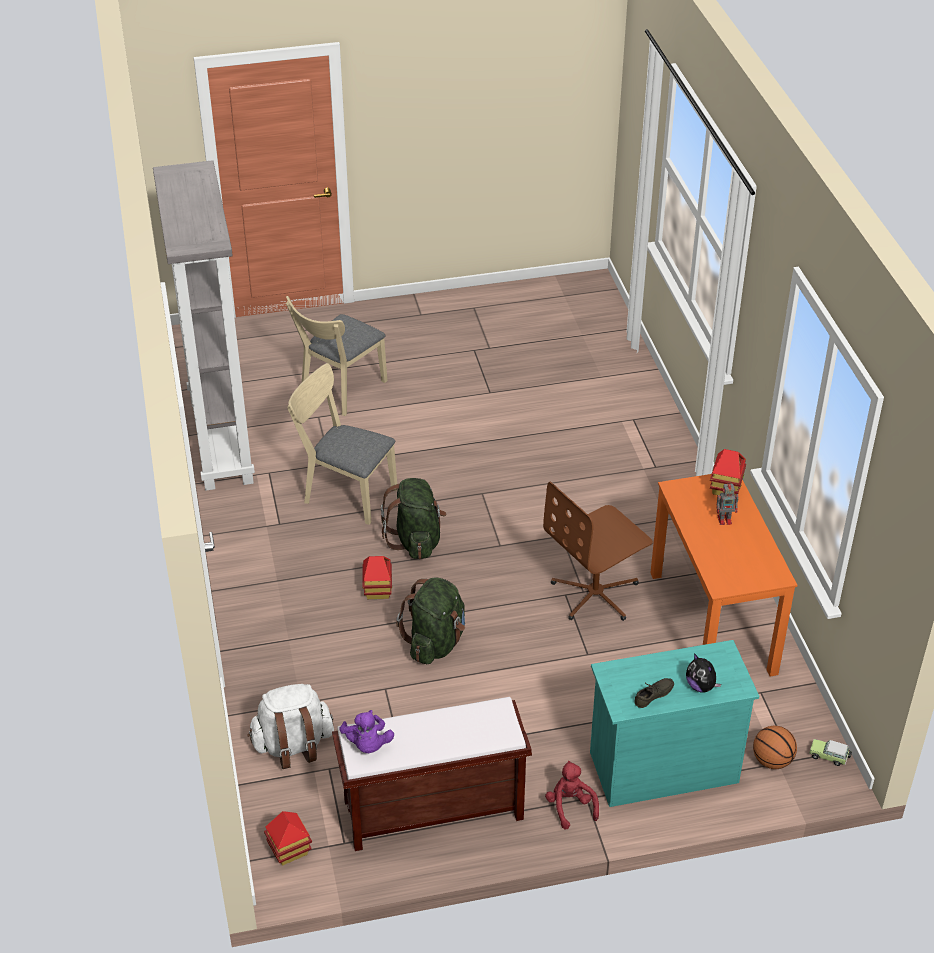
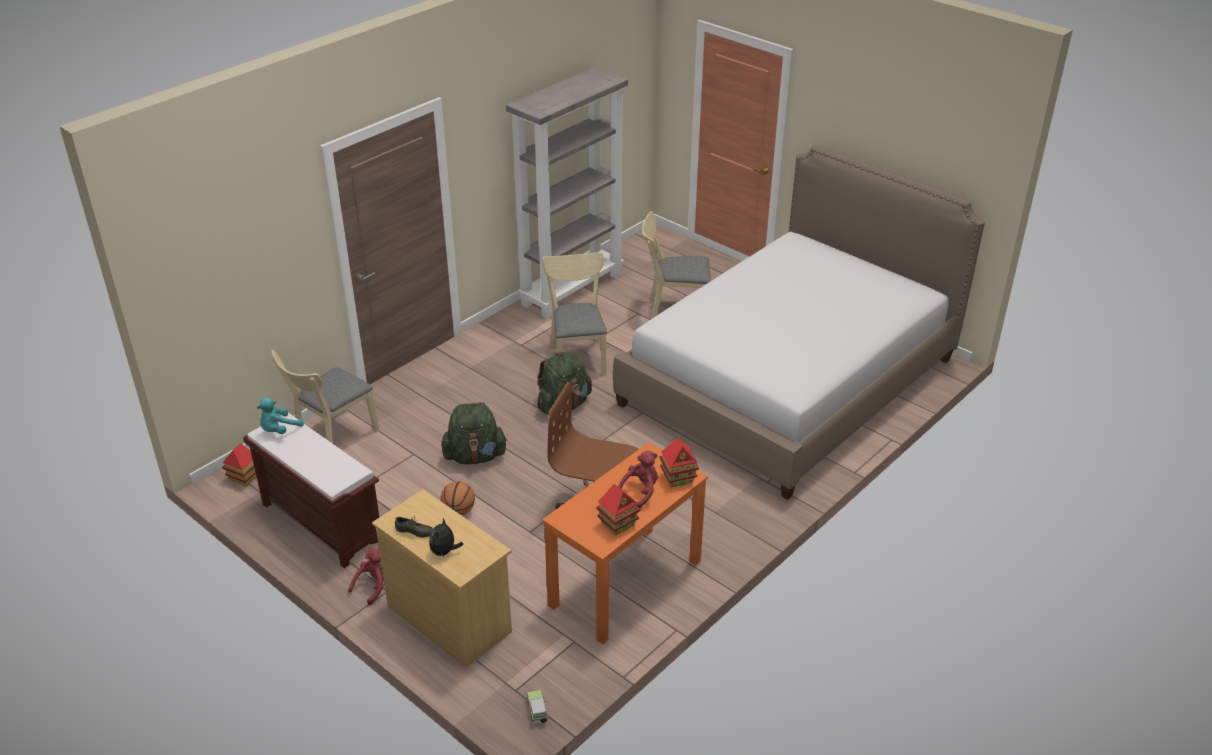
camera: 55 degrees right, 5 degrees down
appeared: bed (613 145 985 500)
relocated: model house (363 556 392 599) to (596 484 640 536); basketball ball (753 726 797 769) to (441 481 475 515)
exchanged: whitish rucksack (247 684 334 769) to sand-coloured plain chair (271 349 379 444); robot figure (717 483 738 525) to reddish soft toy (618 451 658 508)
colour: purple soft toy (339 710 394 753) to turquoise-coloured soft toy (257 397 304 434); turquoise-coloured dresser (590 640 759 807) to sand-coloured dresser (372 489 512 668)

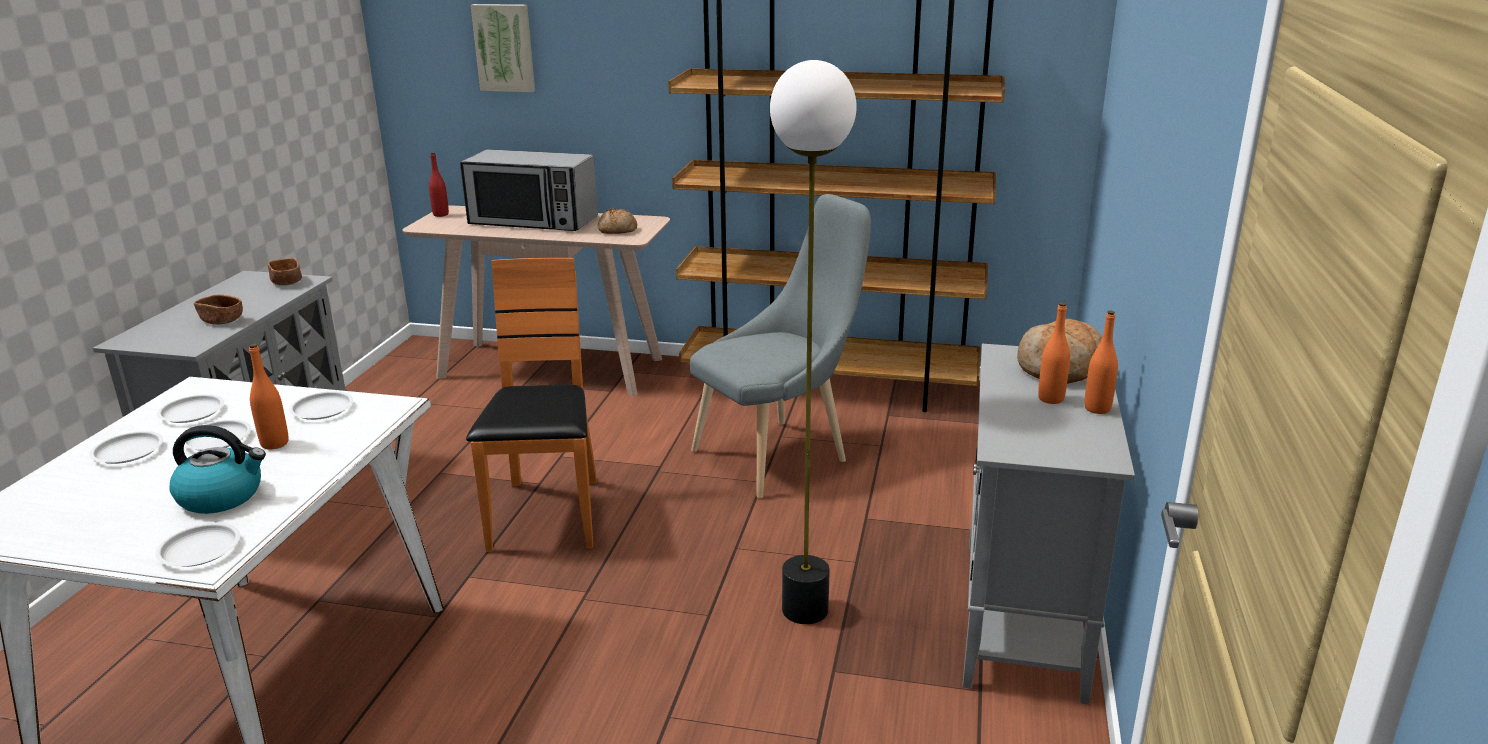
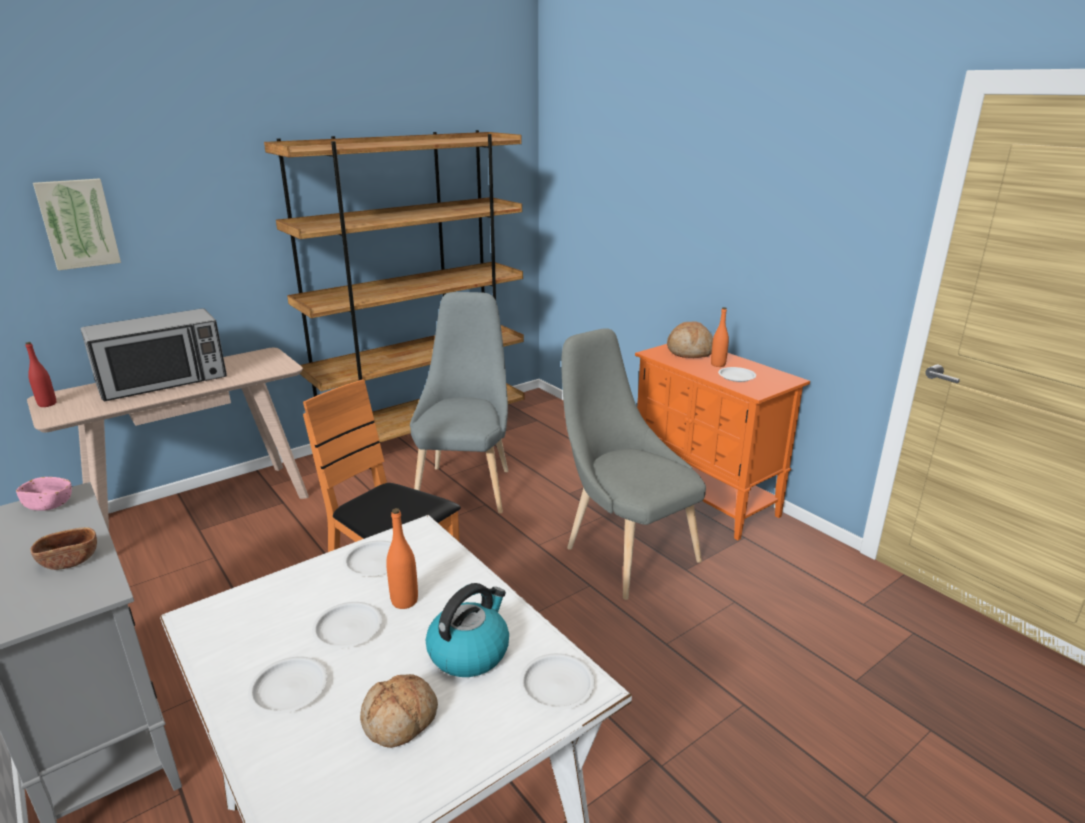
camera: 50 degrees left, 0 degrees up
missing: orange drink bottle (1084 310 1118 414)
relocated: whitish dinner plate (157 394 224 423) to (718 367 756 382); bread (598 208 637 234) to (360 674 438 748)
exchanged: floor lamp (770 60 857 624) to grey plain chair (561 328 706 600)
colour: brown-coloured deep dish (268 258 302 285) to pink deep dish (16 477 72 511); grey cabinet (962 344 1135 705) to orange cabinet (635 344 810 540)

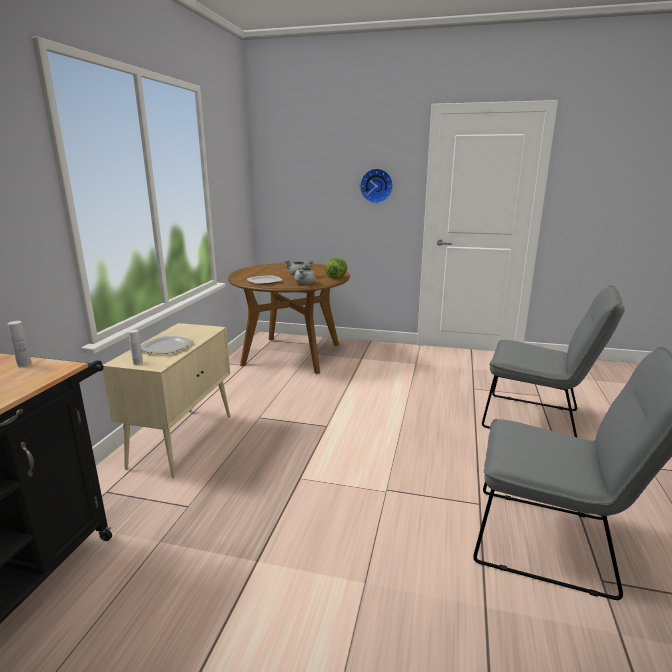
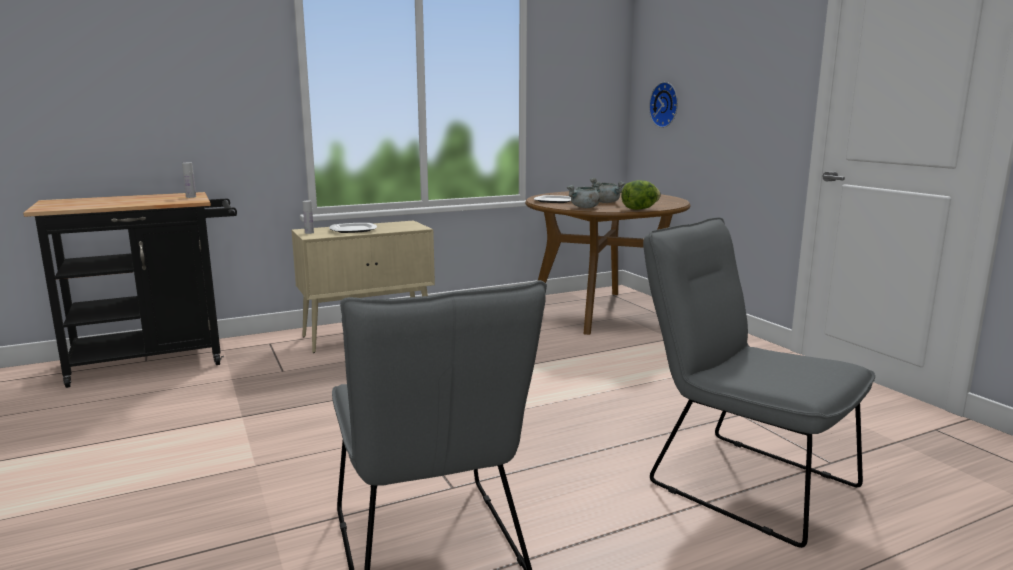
camera: 50 degrees right, 5 degrees down
relocated: clock on the wall (360 168 393 204) to (649 82 678 128)
spun: grey plain chair (482 285 625 437) = (643 217 875 548) 150 degrees clockwise

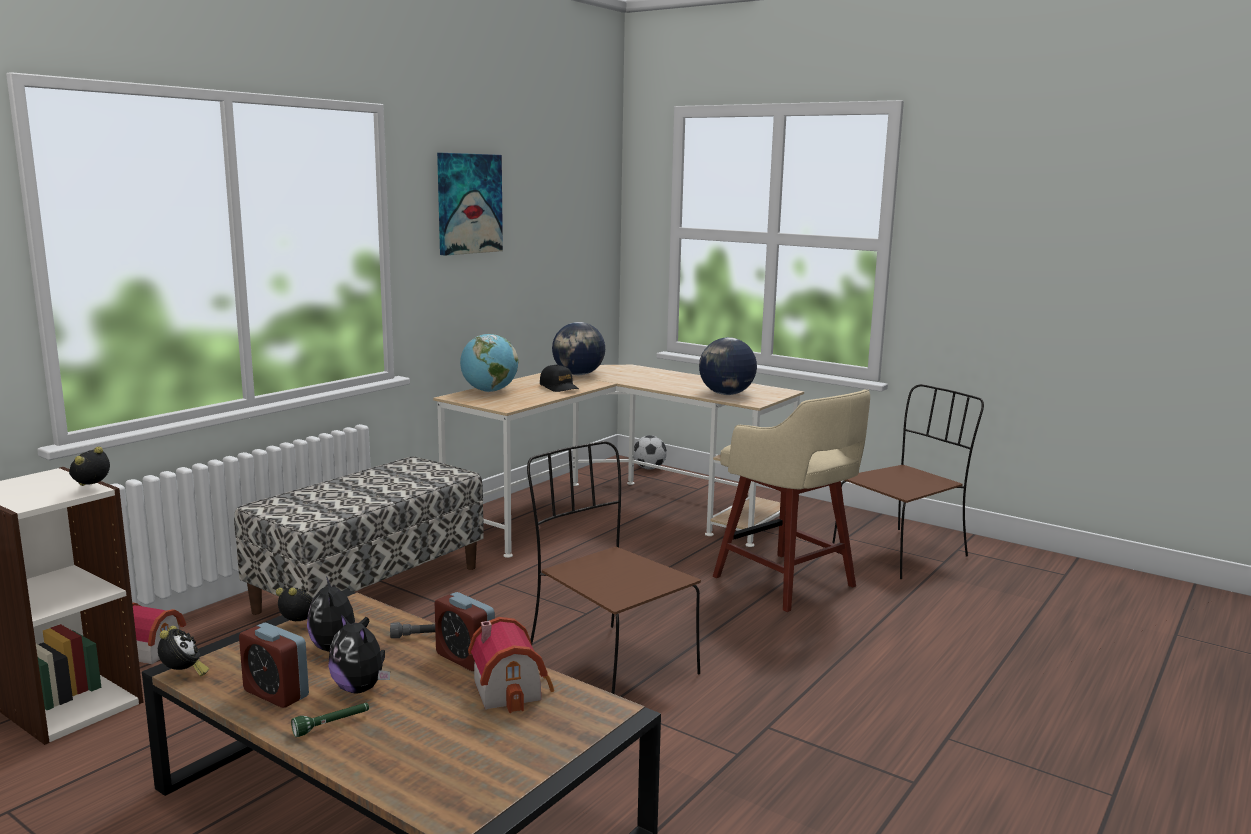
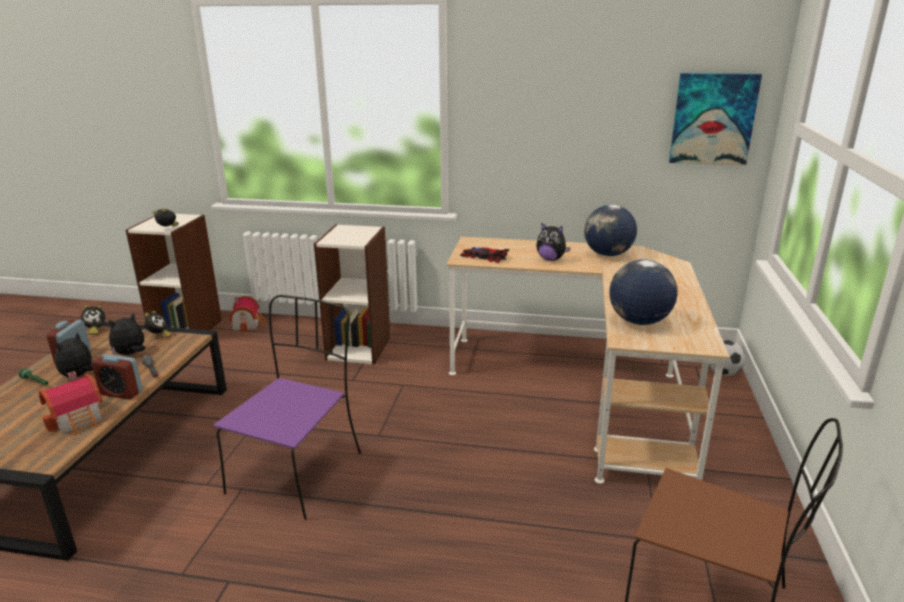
camera: 65 degrees right, 10 degrees up
missing: world globe (460 334 518 392); sand-coloured stool (713 389 870 612)
appeared: model car (460 247 509 263)
relocated: wall art (437 153 503 256) to (669 73 762 165)
exchanged: bench (234 456 484 615) to bookshelf (314 224 390 365); black-coloured baseball cap (540 364 579 392) to soft toy (536 223 571 261)
colour: brown-coloured plain chair (527 441 701 694) to purple plain chair (214 295 361 520)
spun: alarm clock (435 592 495 671) = (92 354 143 399) 90 degrees counterclockwise

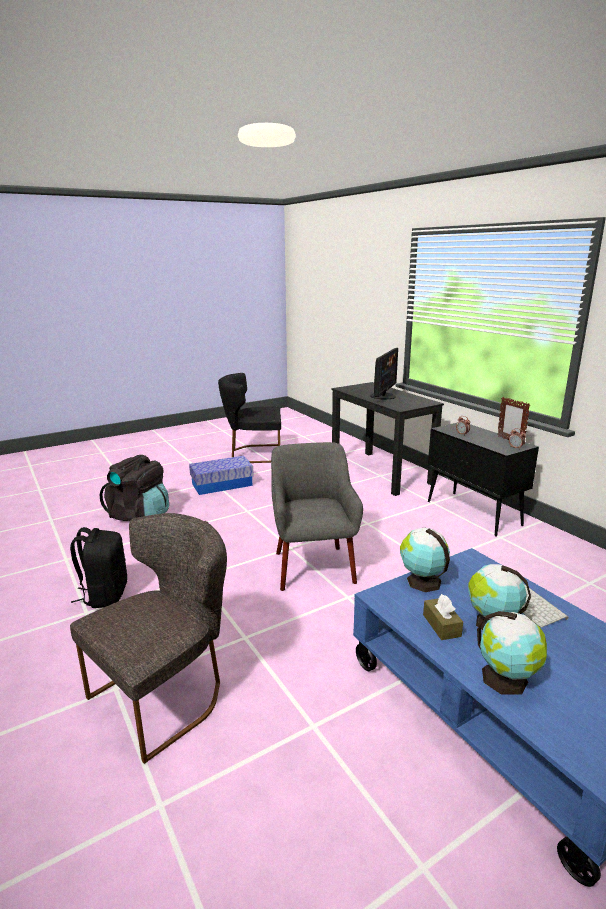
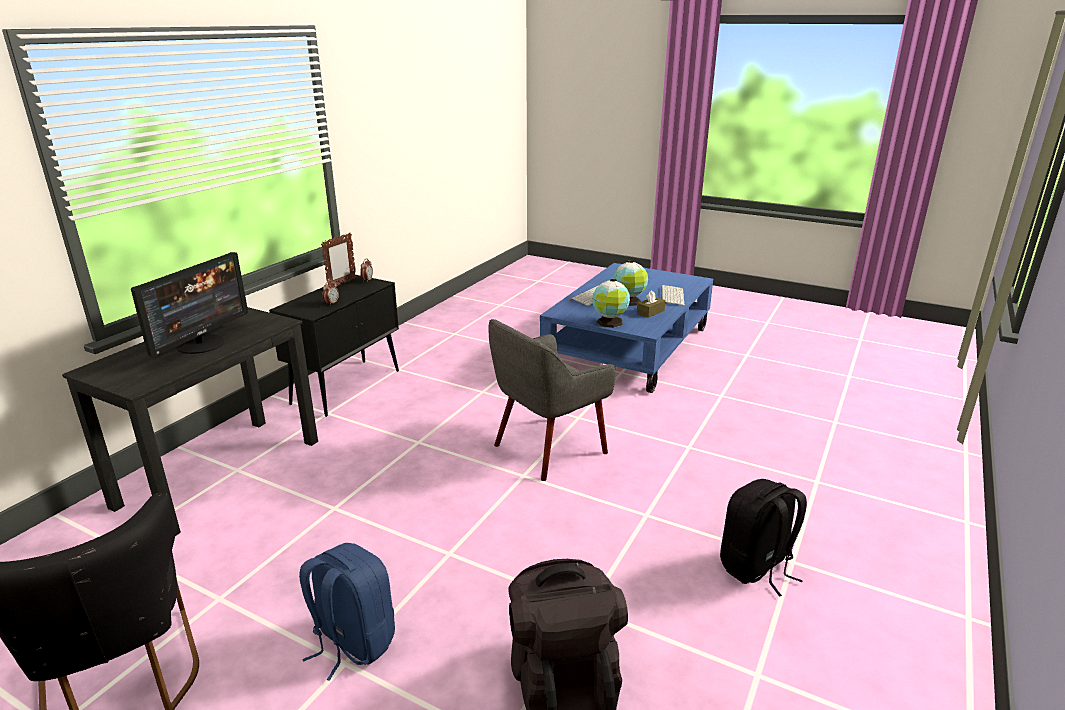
camera: 120 degrees left, 5 degrees up
missing: grey plain chair (70 513 227 764)
exchanged: storage container (189 456 254 495) to blue-coloured rucksack (299 543 395 681); world globe (477 611 547 695) to keyboard (661 285 685 305)
spun: computer display (370 348 398 400) = (131 252 248 357) 120 degrees clockwise

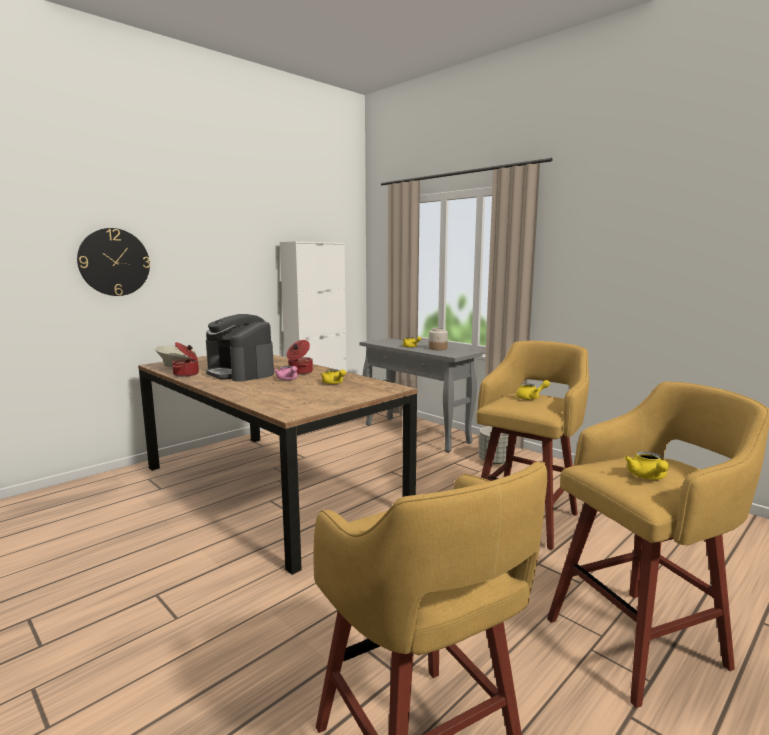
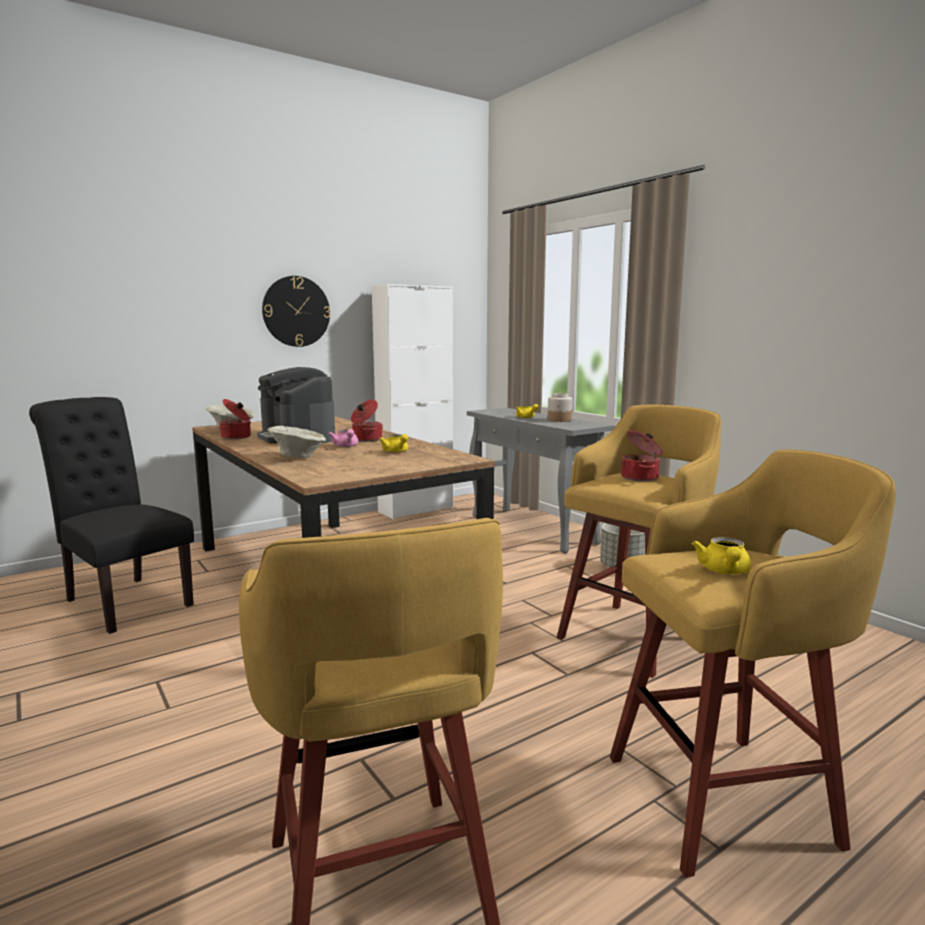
camera: 10 degrees right, 0 degrees up
appeared: black-coloured plain chair (29 397 194 634); sand-coloured deep dish (267 426 326 458)
relocated: clock on the wall (77 228 150 296) to (262 276 331 347)
exchanged: yellowish tea pot (516 380 550 400) to saucepot (621 430 663 482)

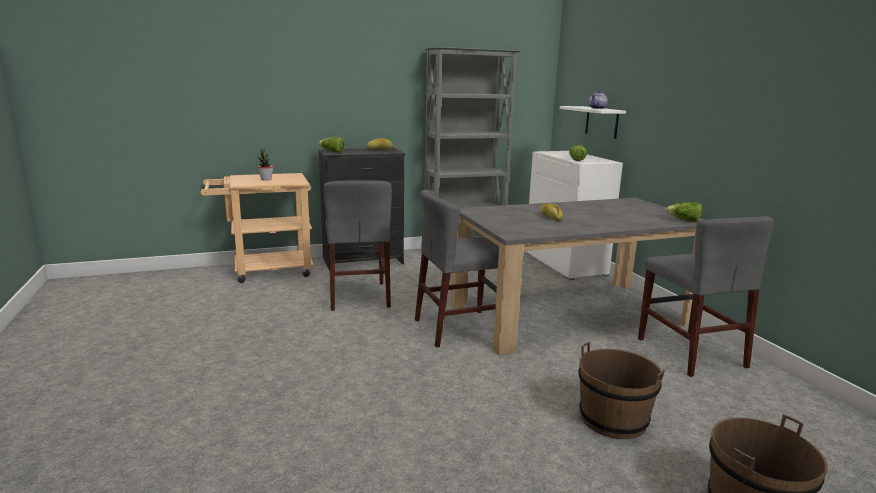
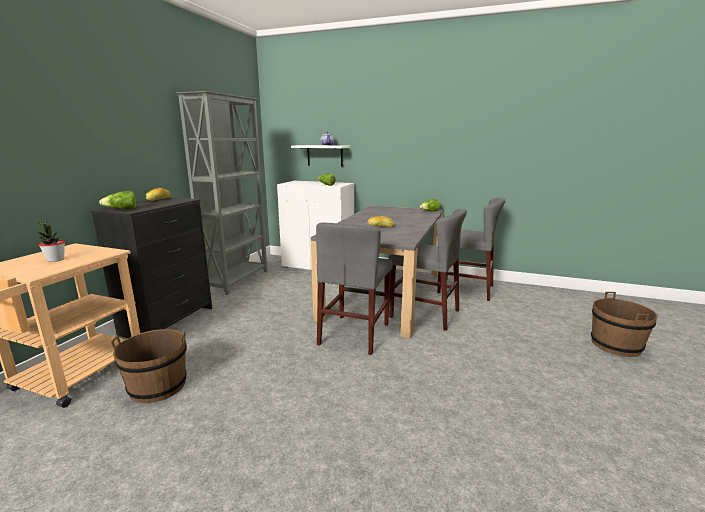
camera: 50 degrees left, 0 degrees up
relocated: grey plain chair (324 180 392 311) to (388 208 467 331); brown-coloured bucket (578 342 665 439) to (111 329 187 403)

